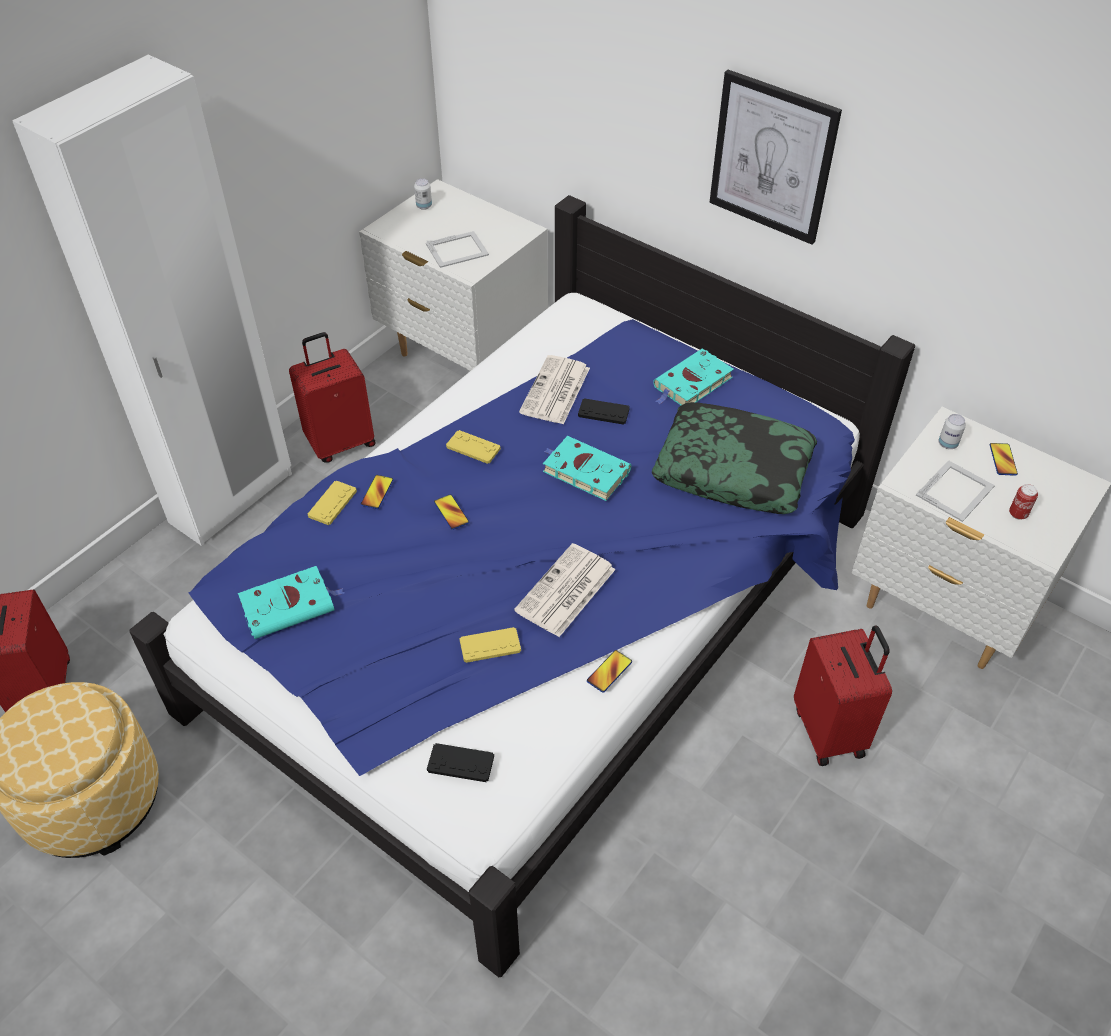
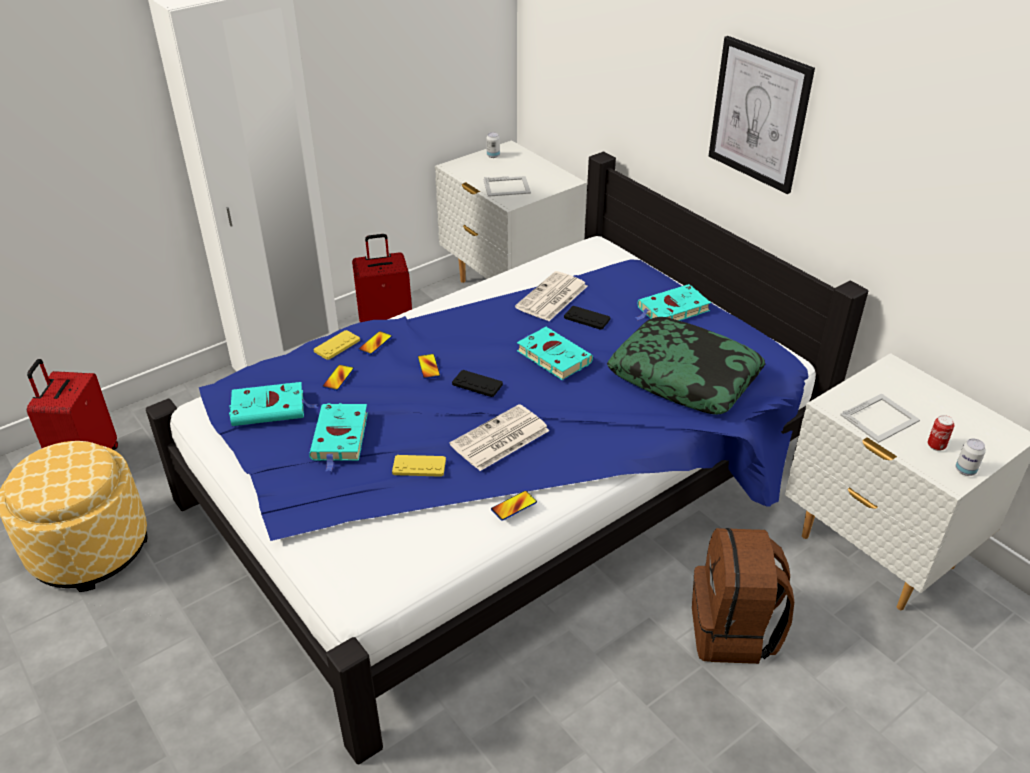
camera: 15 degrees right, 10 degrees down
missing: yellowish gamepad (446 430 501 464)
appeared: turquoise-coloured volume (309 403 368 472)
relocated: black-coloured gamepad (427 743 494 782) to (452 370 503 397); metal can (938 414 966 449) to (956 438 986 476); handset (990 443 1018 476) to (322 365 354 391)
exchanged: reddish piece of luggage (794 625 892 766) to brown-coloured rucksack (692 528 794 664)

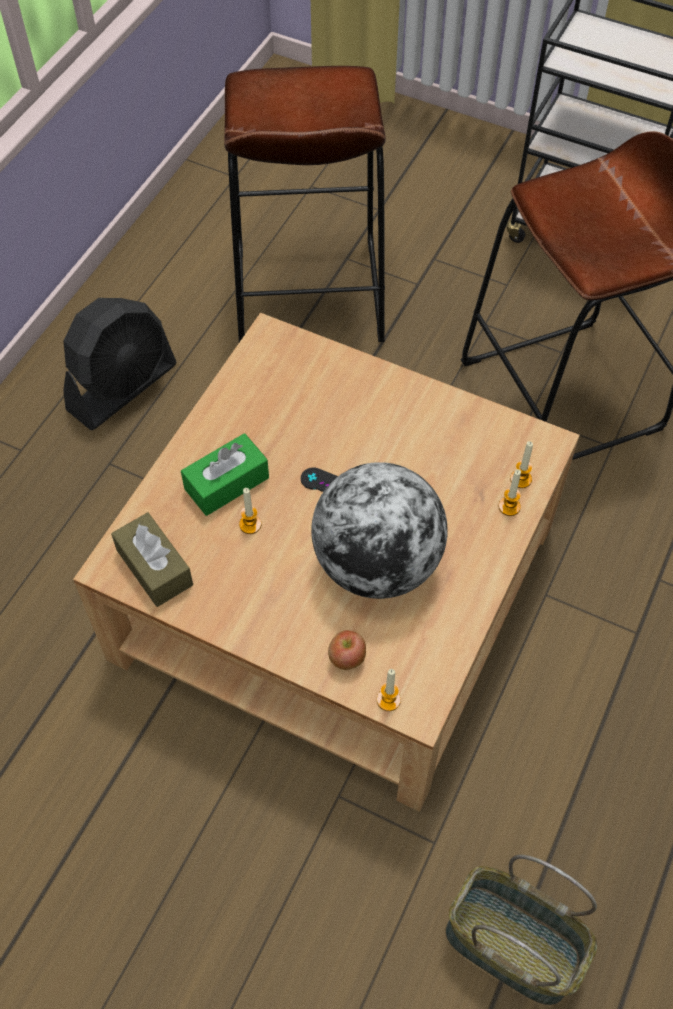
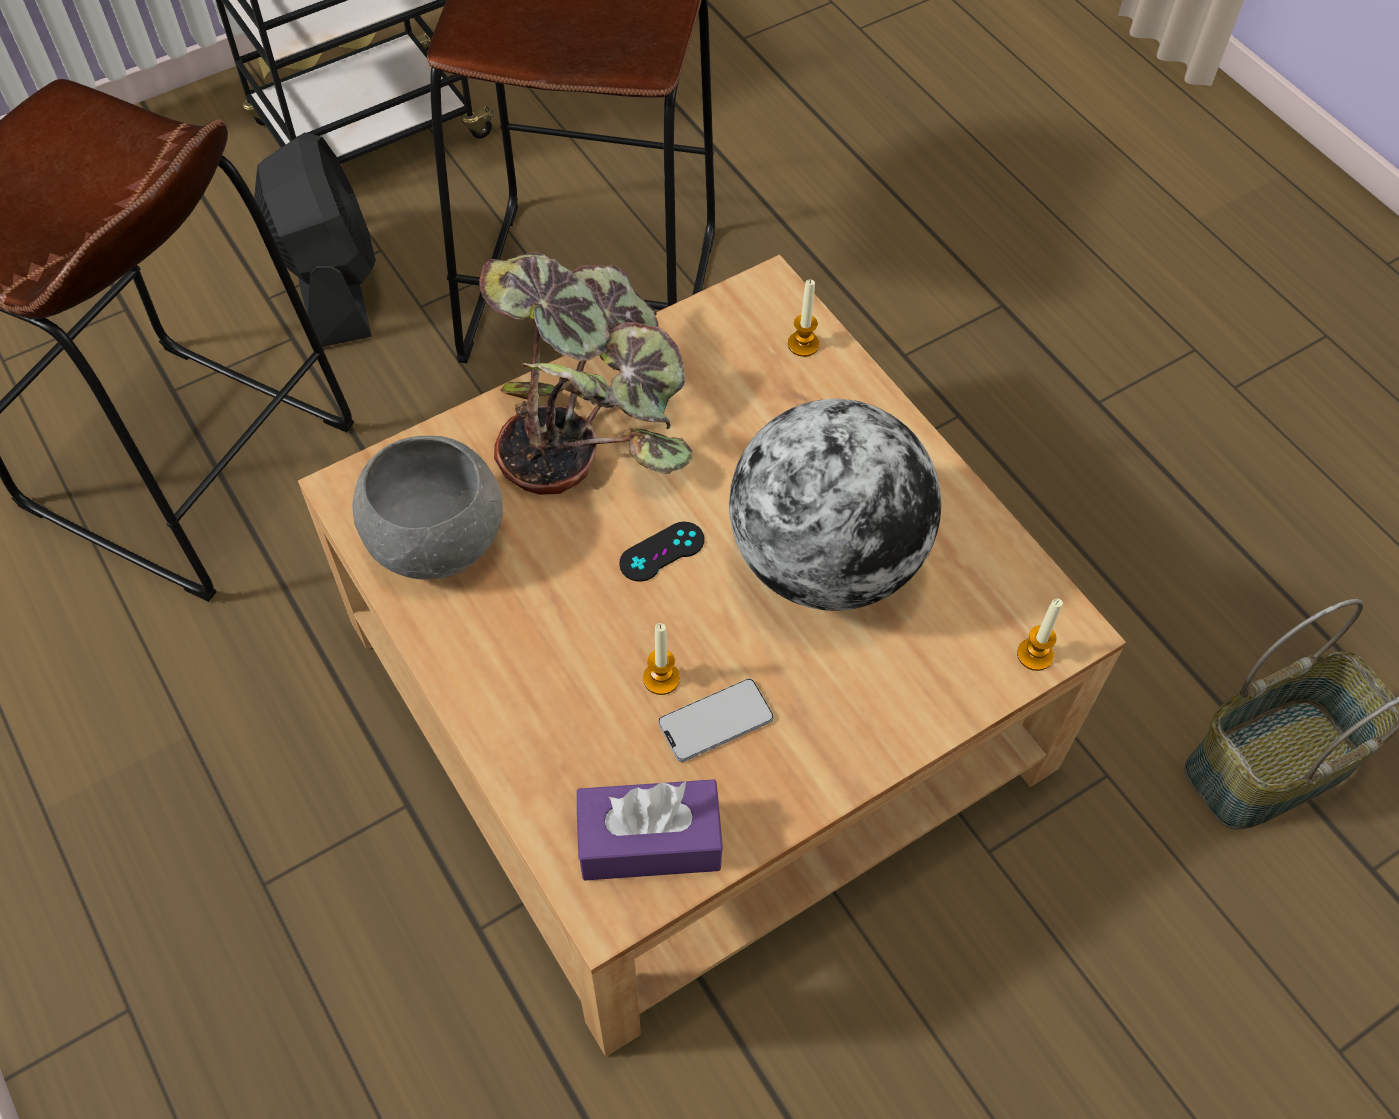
camera: 60 degrees left, 0 degrees up
missing: greenish tissue box (181 433 269 516); whole apple (328 630 366 670); candle (499 469 521 516)
appeared: grey deep dish (352 436 503 579); houseplant (480 253 693 495); handset (658 678 774 762)
relocated: black-coloured electric fan (63 298 176 430) to (254 132 376 347)
colour: brown-coloured tissue box (111 512 193 607) to purple tissue box (577 779 723 881)

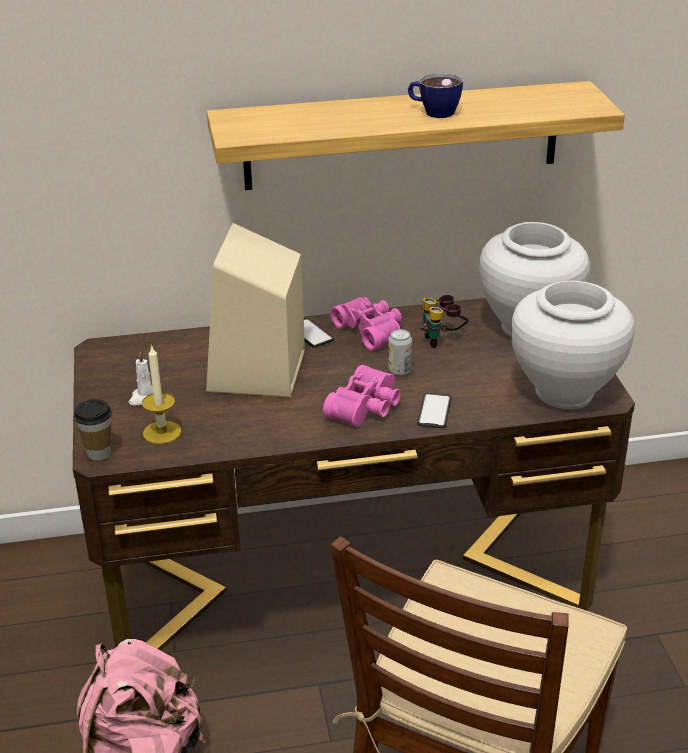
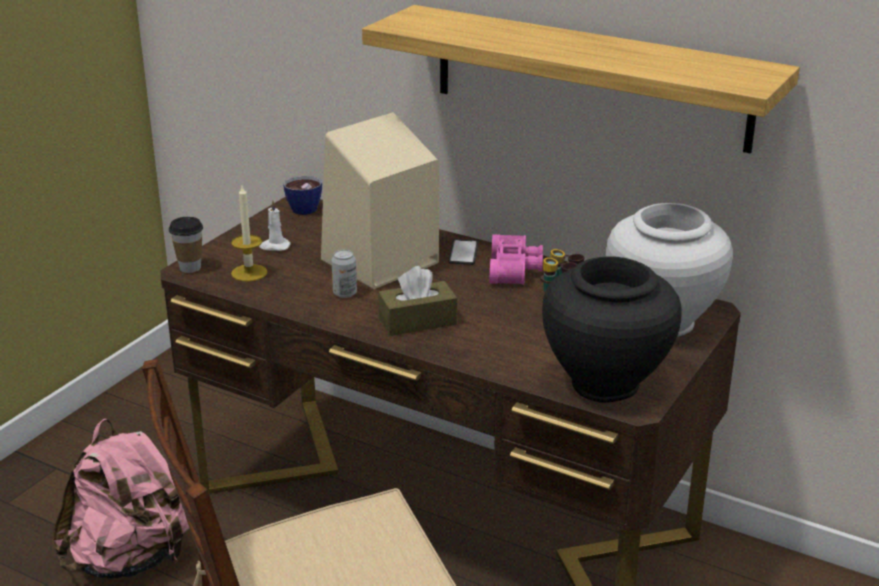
camera: 40 degrees right, 5 degrees down
missing: handset (417 393 451 428)
relocated: metal can (388 329 412 376) to (331 250 357 298); drinking cup (408 73 463 118) to (283 176 322 215)
exchanged: pink pair of binoculars (323 365 401 427) to brown-coloured tissue box (378 266 457 336)
colour: whitish flower vase (511 281 635 409) to black-coloured flower vase (542 256 682 403)

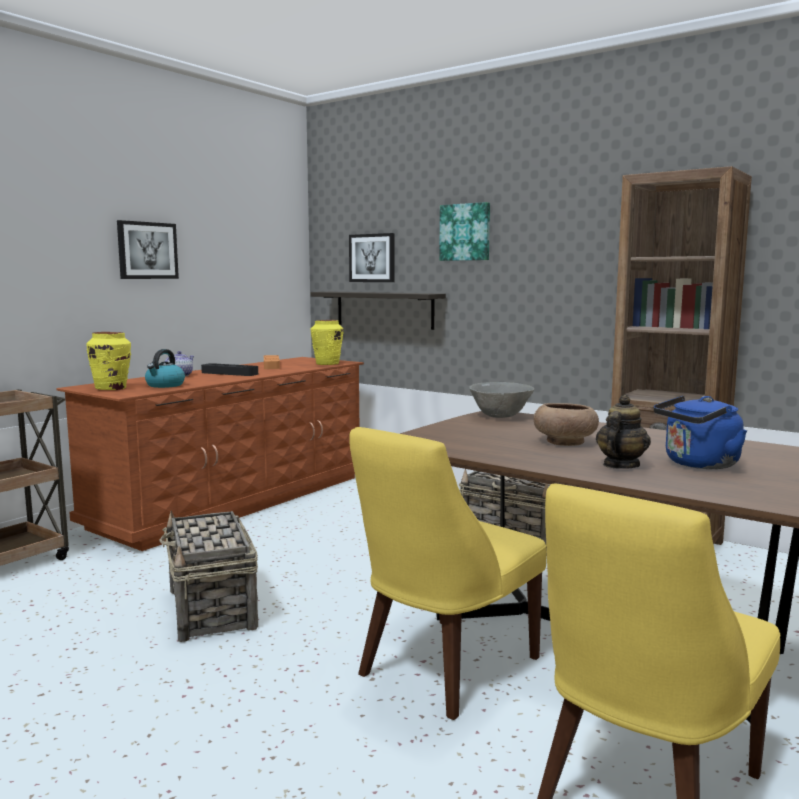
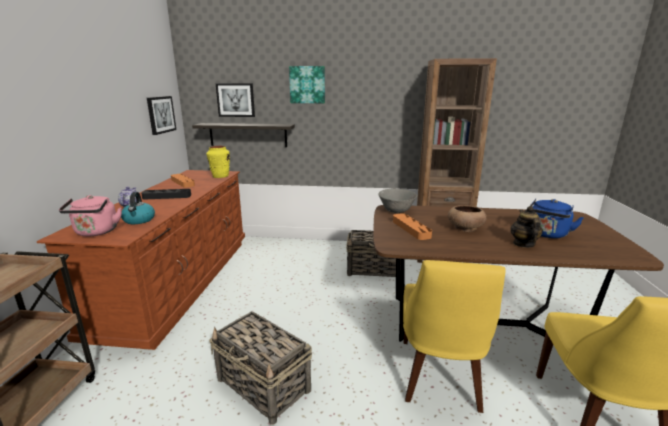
camera: 30 degrees left, 10 degrees up
appeared: orange carrying tray (393 213 432 240)
relocated: wall art (117 220 179 279) to (147 96 176 135)
exchanged: yellowish flower vase (86 332 131 390) to pink tea kettle (59 195 122 237)

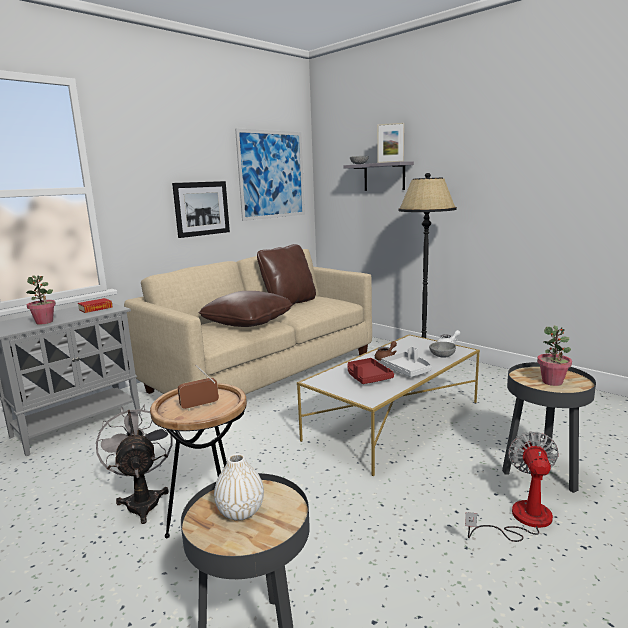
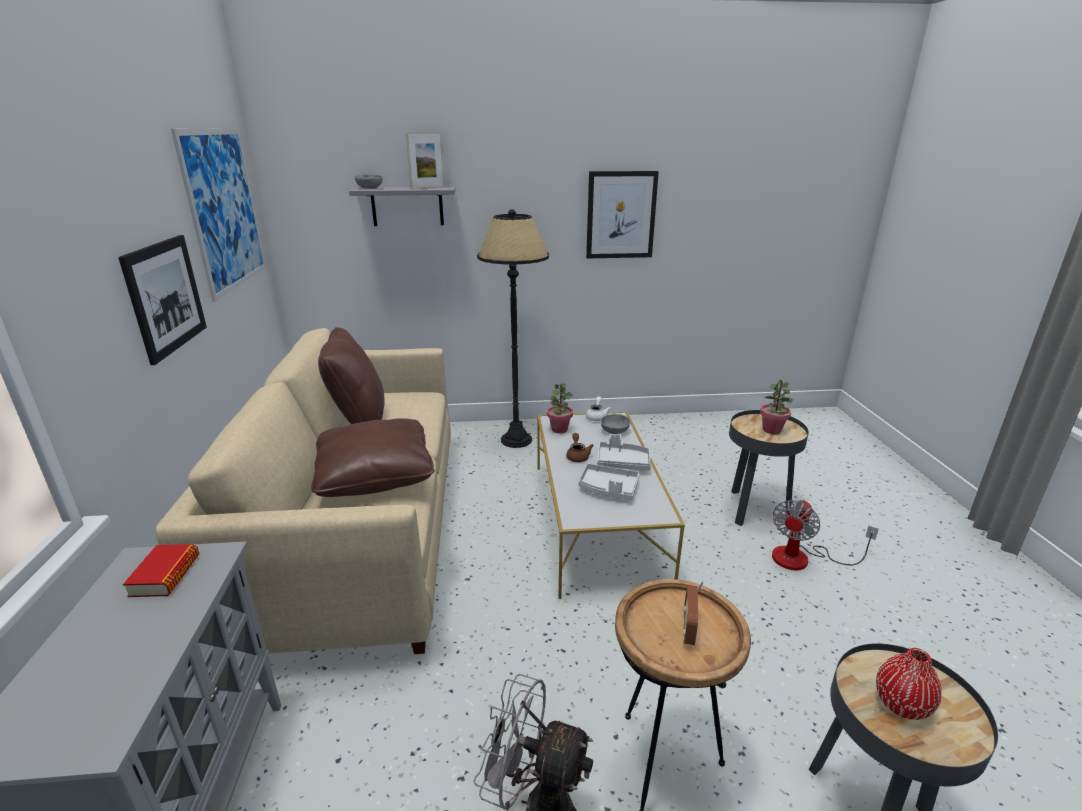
camera: 50 degrees left, 10 degrees up
appeared: wall art (586 171 659 258)
relocated: houseplant (26 275 56 324) to (547 383 573 433)
colour: whitish flower vase (214 454 264 521) to reddish flower vase (876 648 942 720); reddish carrying tray (347 358 394 384) to grey carrying tray (579 464 640 500)
spun: electric fan (465 432 559 542) = (772 499 878 570) 105 degrees counterclockwise

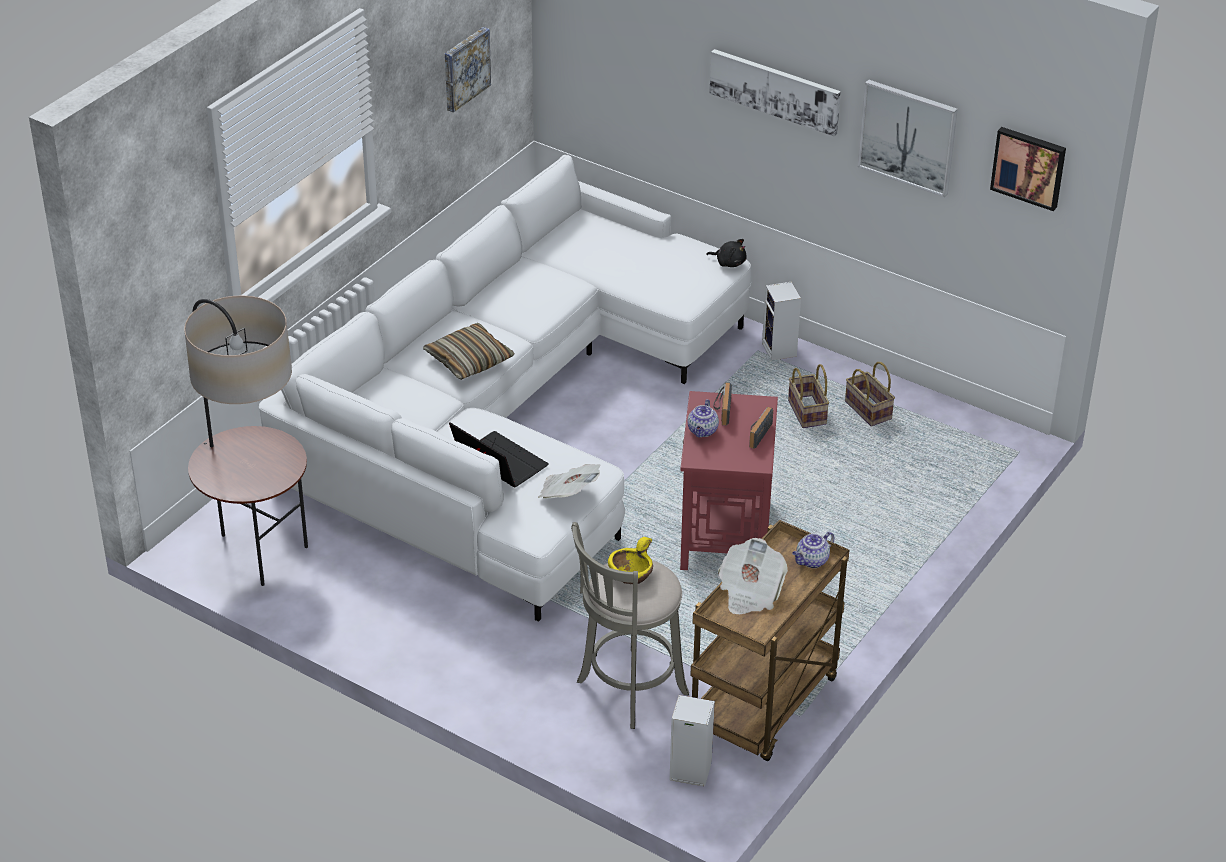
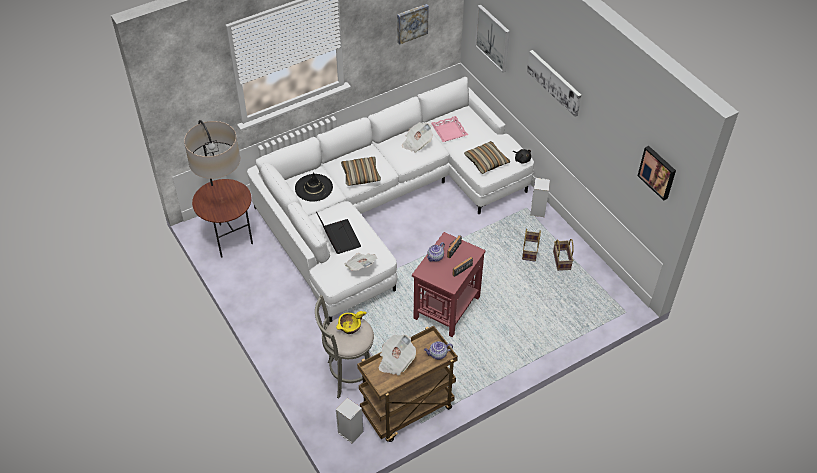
camera: 25 degrees right, 10 degrees up
appeared: black-coloured wearable hat (295 172 333 202); newspaper (402 122 433 153); pink carrying tray (431 116 468 142); pillow (464 141 510 174)
relocated: wall art (858 79 958 197) to (475 5 510 72)

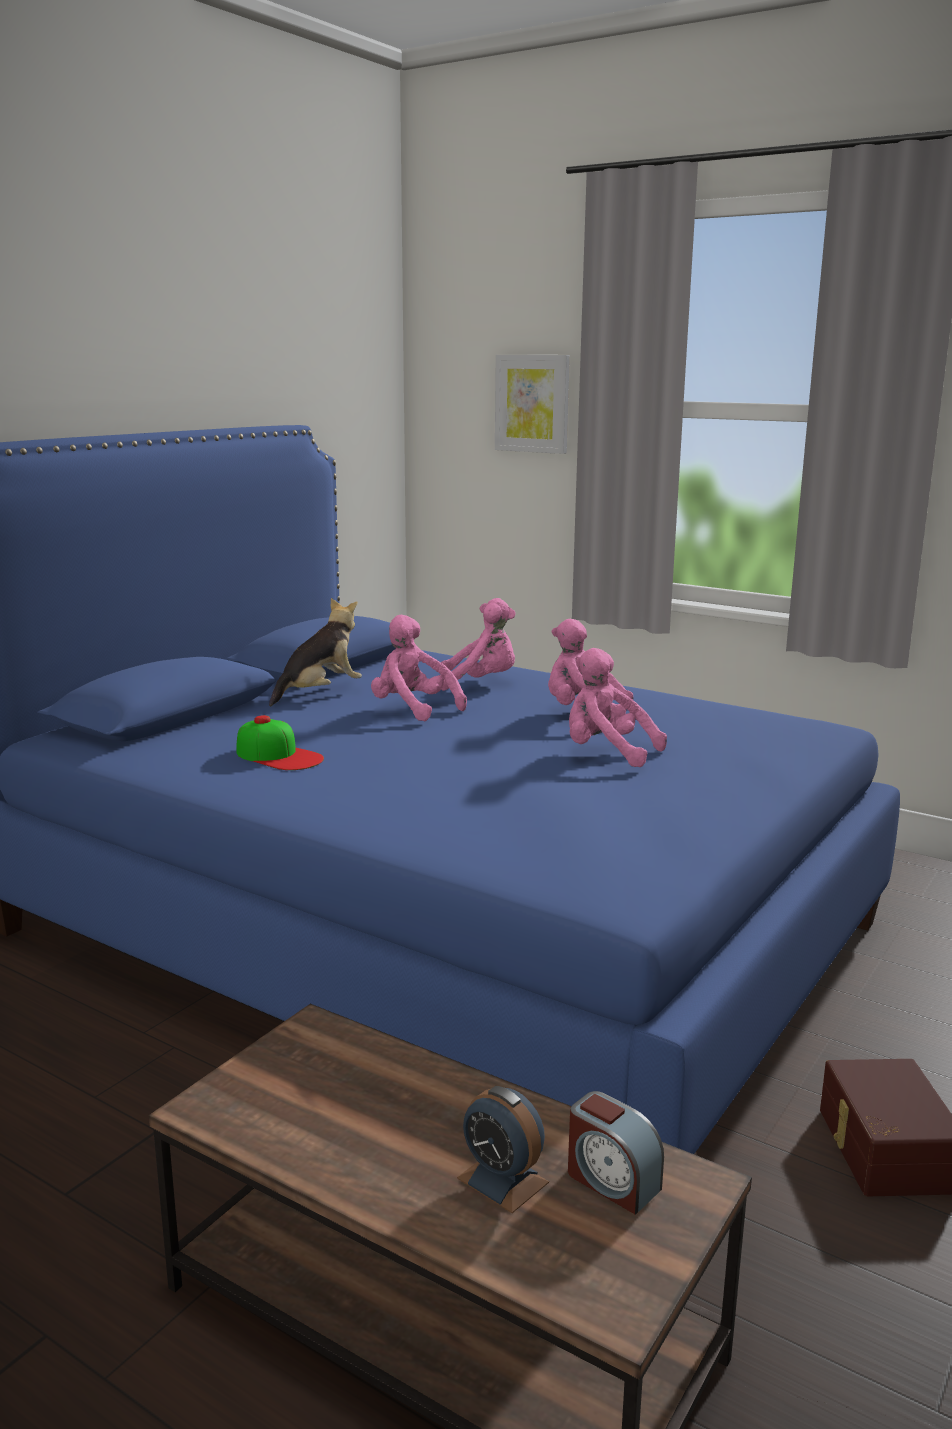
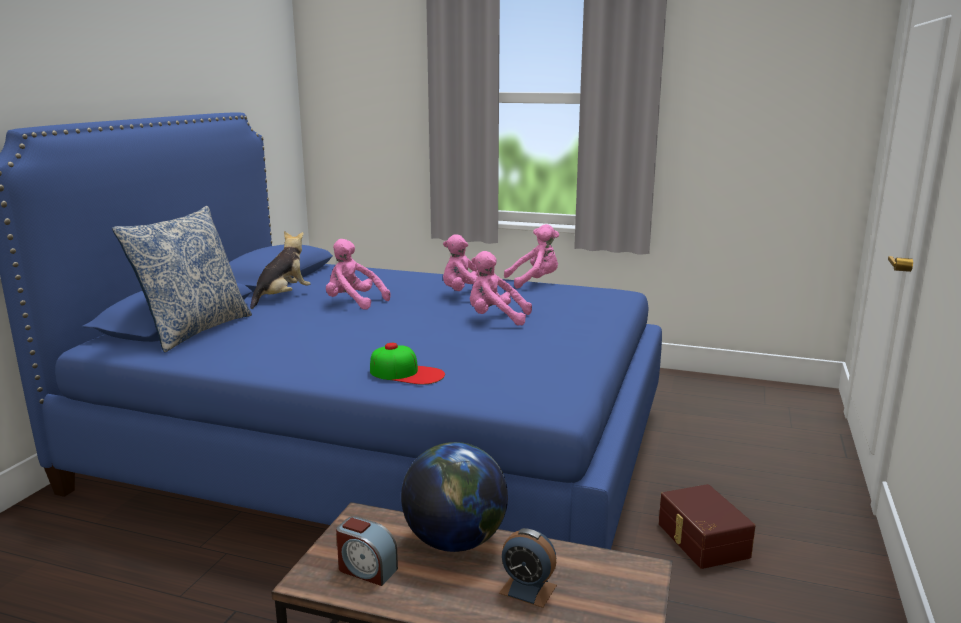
camera: 15 degrees left, 0 degrees up
missing: wall art (495 355 570 454)
appeared: pillow (112 206 252 352); world globe (401 442 508 552)
relocated: baseball cap (237 715 324 770) to (370 343 445 385); pink soft toy (440 598 516 691) to (504 224 559 289); alarm clock (568 1091 664 1215) to (336 516 398 586)

